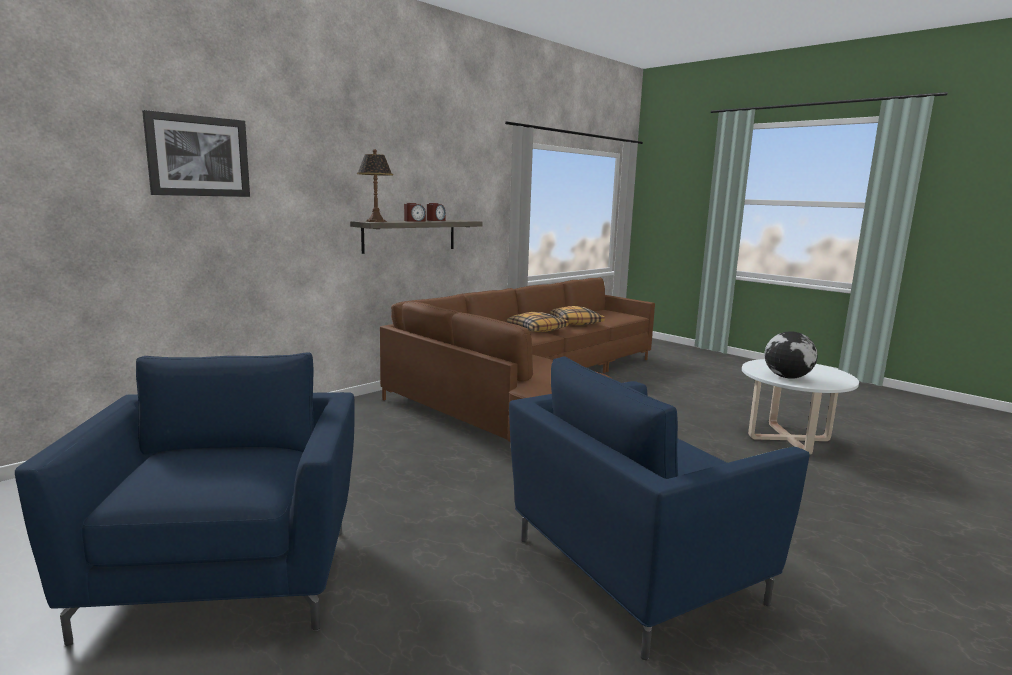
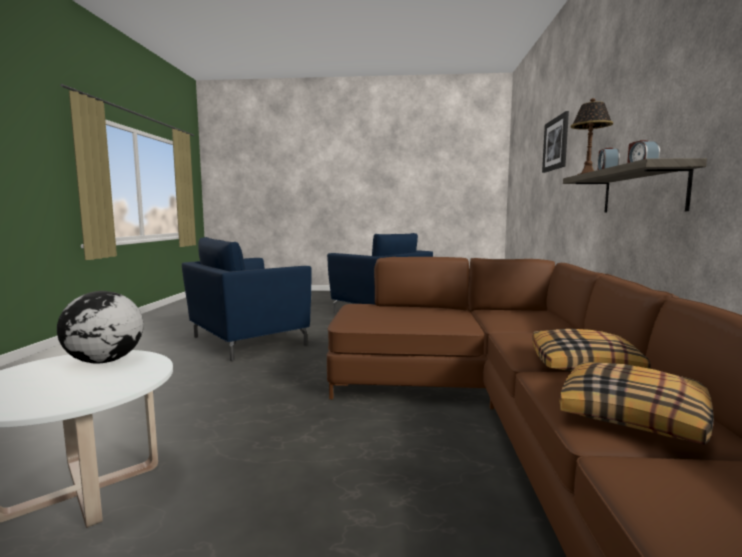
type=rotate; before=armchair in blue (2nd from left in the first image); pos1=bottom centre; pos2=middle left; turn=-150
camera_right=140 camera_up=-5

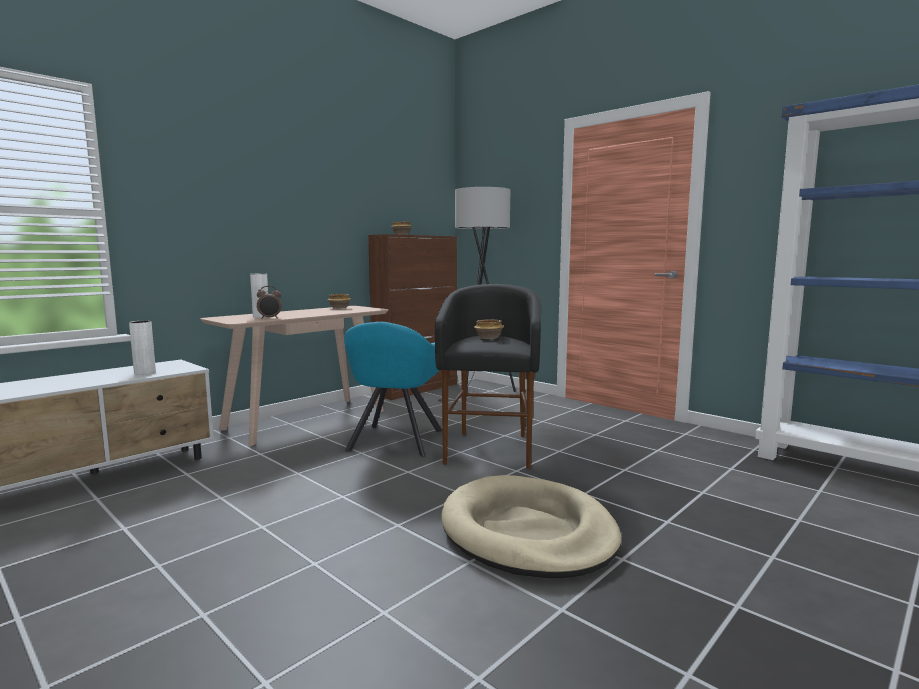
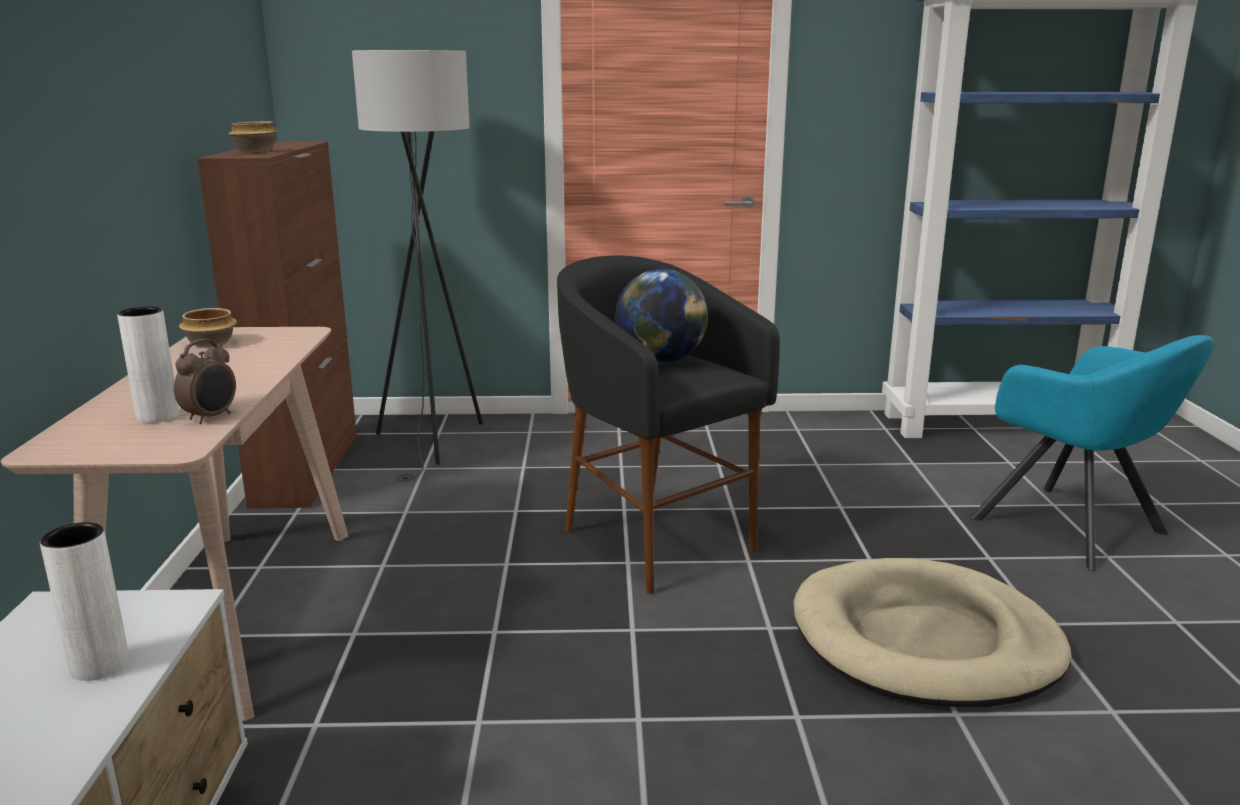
type=move; before=armchair in turquoise; pos1=centre; pos2=middle right
type=replace; before=bowl (3rd from left); after=globe; pos1=centre; pos2=centre
camera_right=-45 camera_up=10

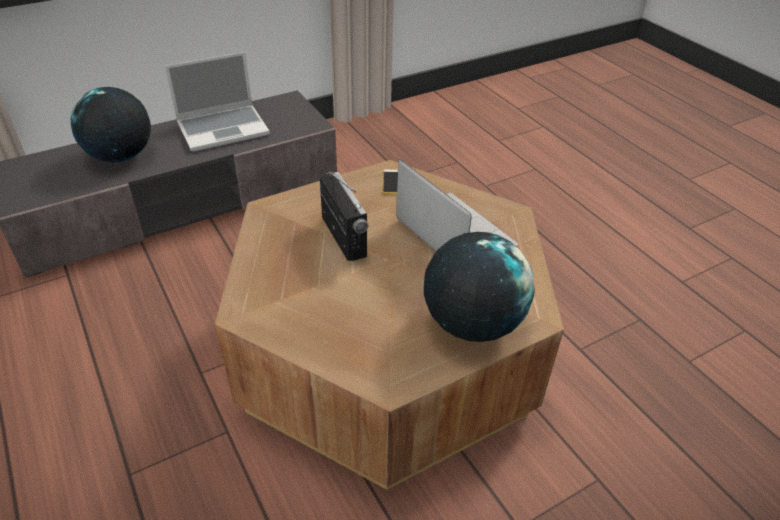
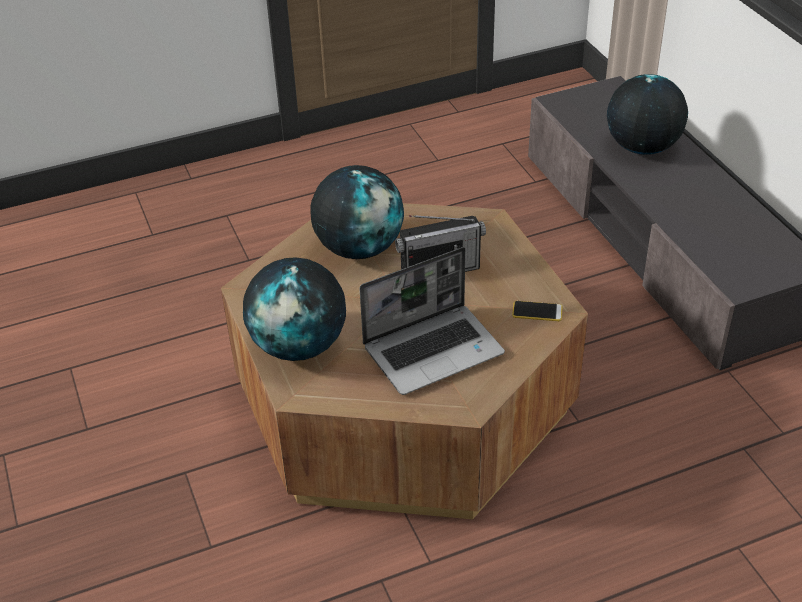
type=delete; before=laptop (1st from left); pos1=top left
type=insert; after=globe (2nd from left); pos2=centre
camera_right=100 camera_up=0

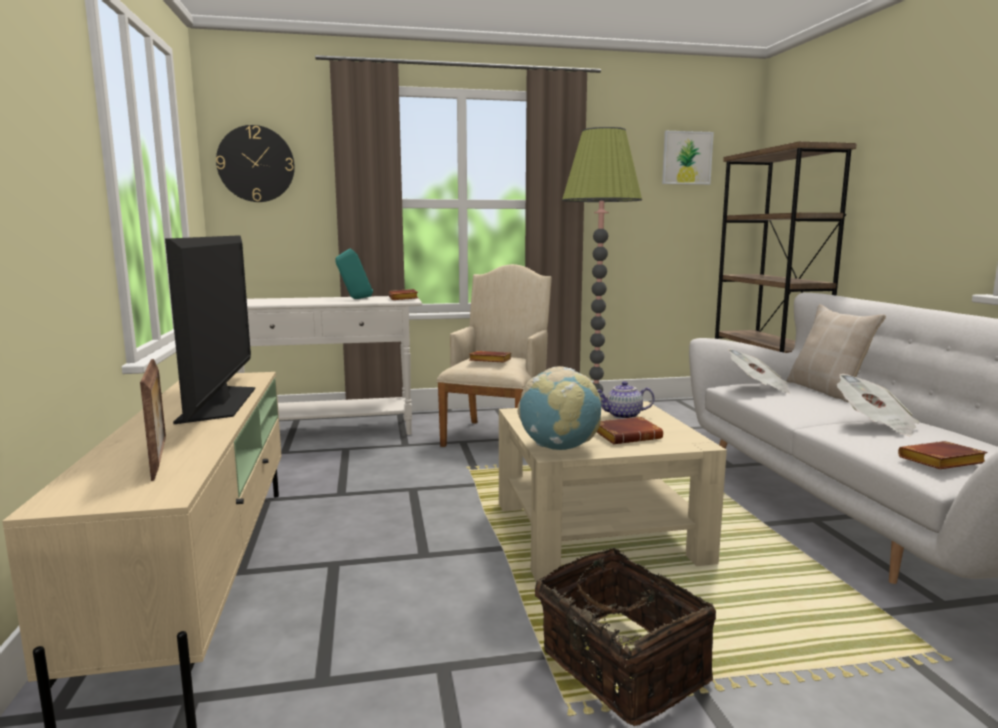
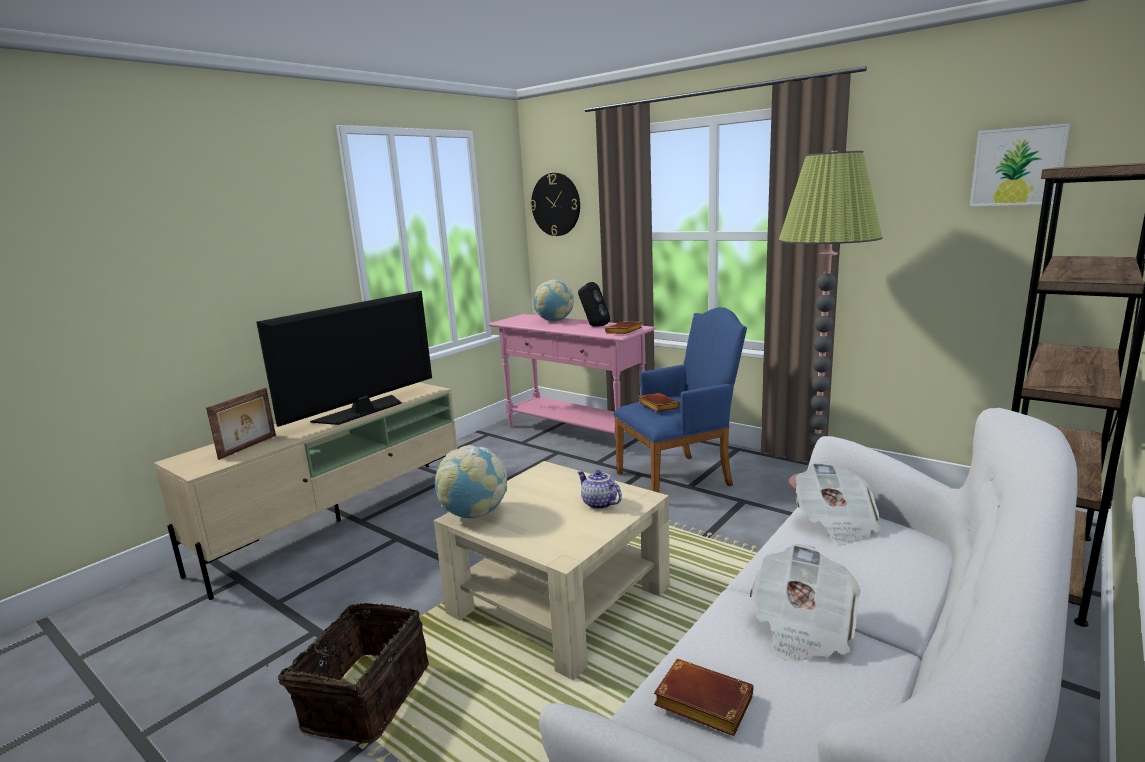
type=delete; before=book in brown (3rd from left); pos1=centre
type=delete; before=pillow in beige; pos1=middle right
type=insert; after=globe (2nd from left); pos2=centre
type=recolor; before=console table in white; after=console table in pink; pos1=middle left; pos2=centre
type=recolor; before=speaker in turquoise; after=speaker in black; pos1=centre; pos2=centre
type=recolor; before=armchair in beige; after=armchair in blue; pos1=centre; pos2=centre
camera_right=50 camera_up=5

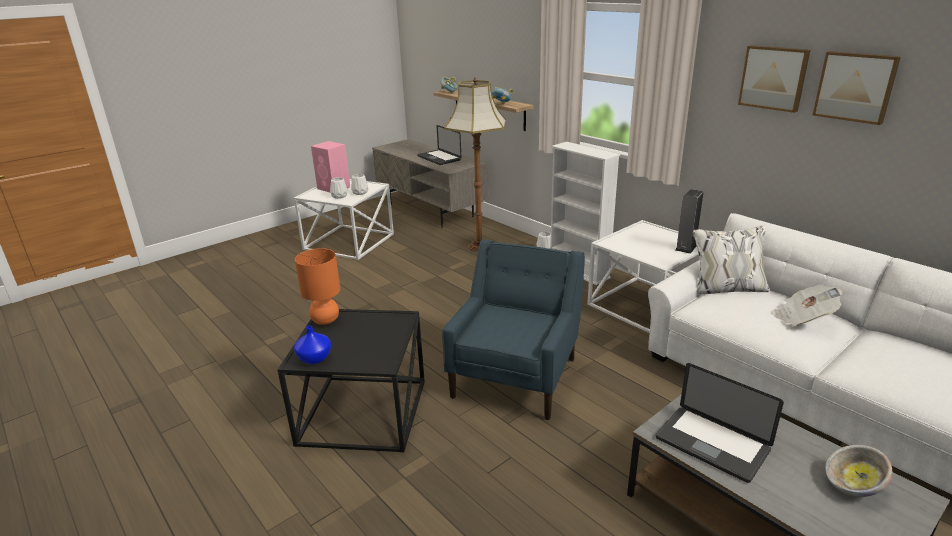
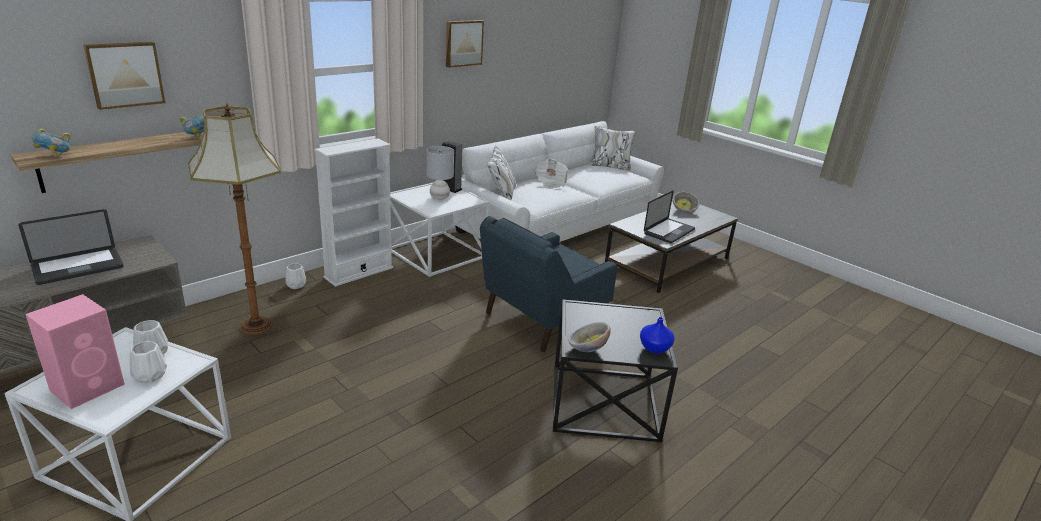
type=insert; after=table lamp in grey; pos2=top centre
type=move; before=picture (2nd from left in the first image); after=picture (1st from left); pos1=top right; pos2=top left
type=replace; before=table lamp in orange; after=bowl (3rd from left); pos1=centre; pos2=centre
type=rotate; before=armchair in blue; pos1=centre; pos2=centre; turn=-60
camera_right=-95 camera_up=0

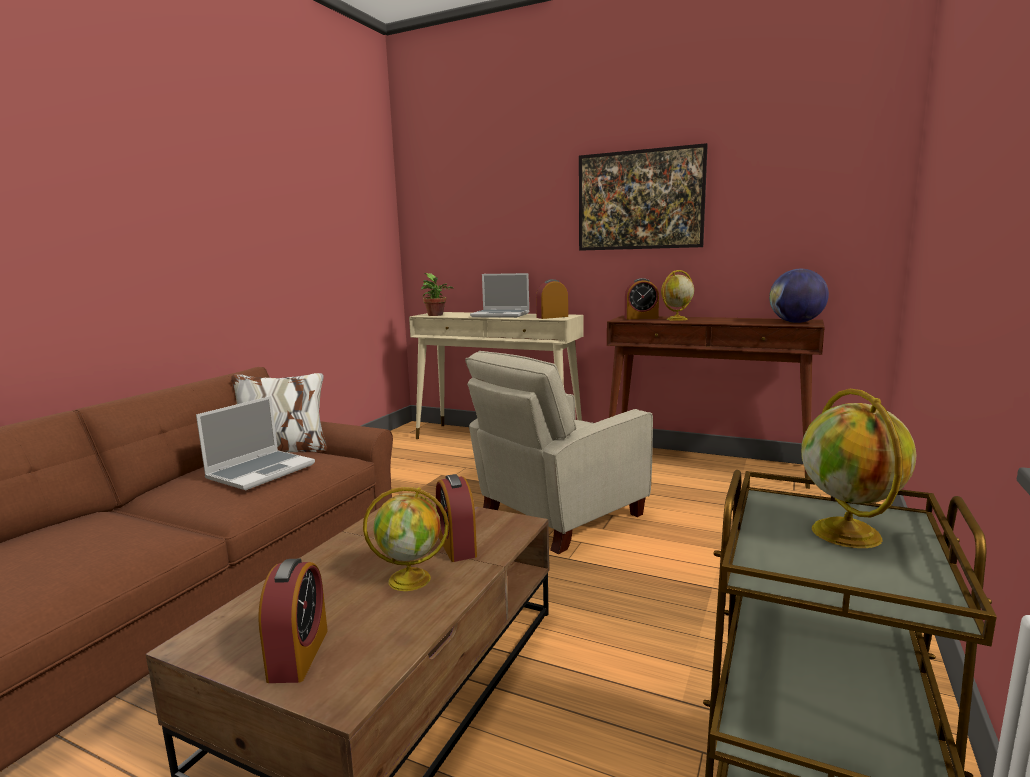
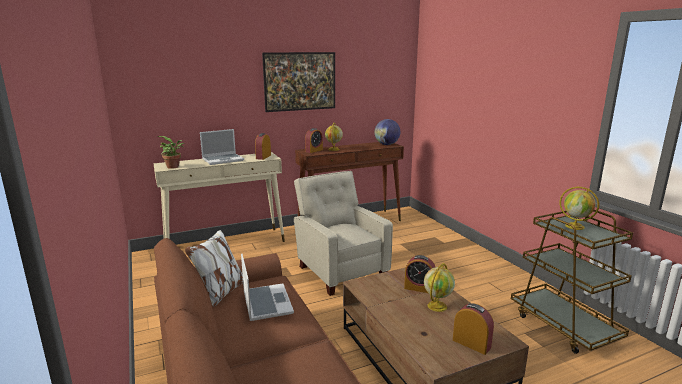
type=rotate; before=armchair in beige; pos1=centre; pos2=centre; turn=150
camera_right=-50 camera_up=5

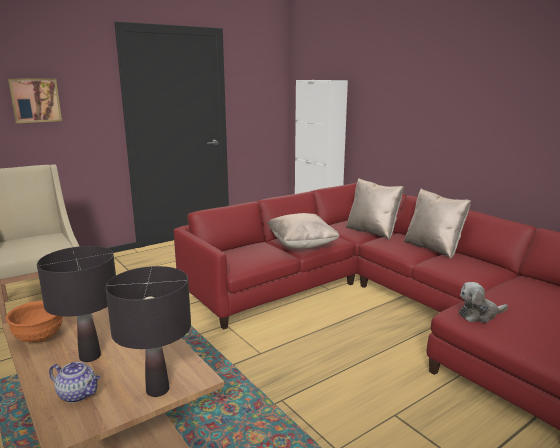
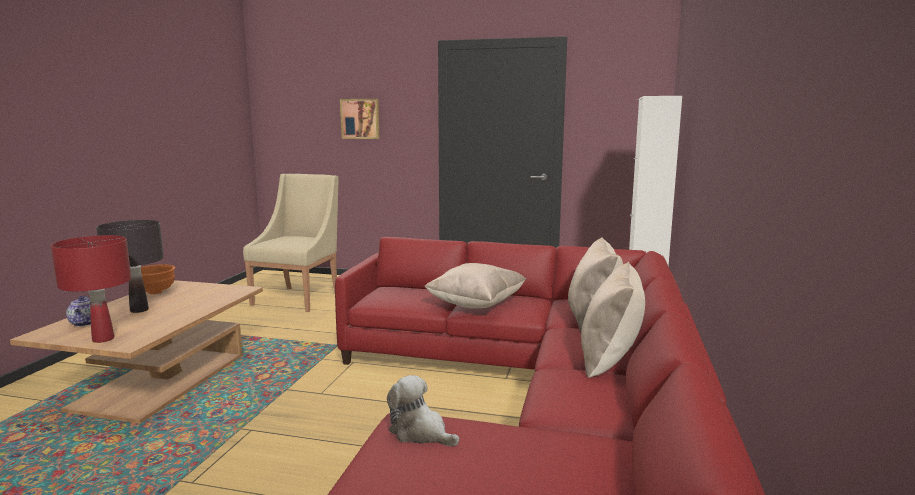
type=recolor; before=table lamp in black (2nd from left); after=table lamp in red; pos1=bottom left; pos2=middle left
camera_right=50 camera_up=-5

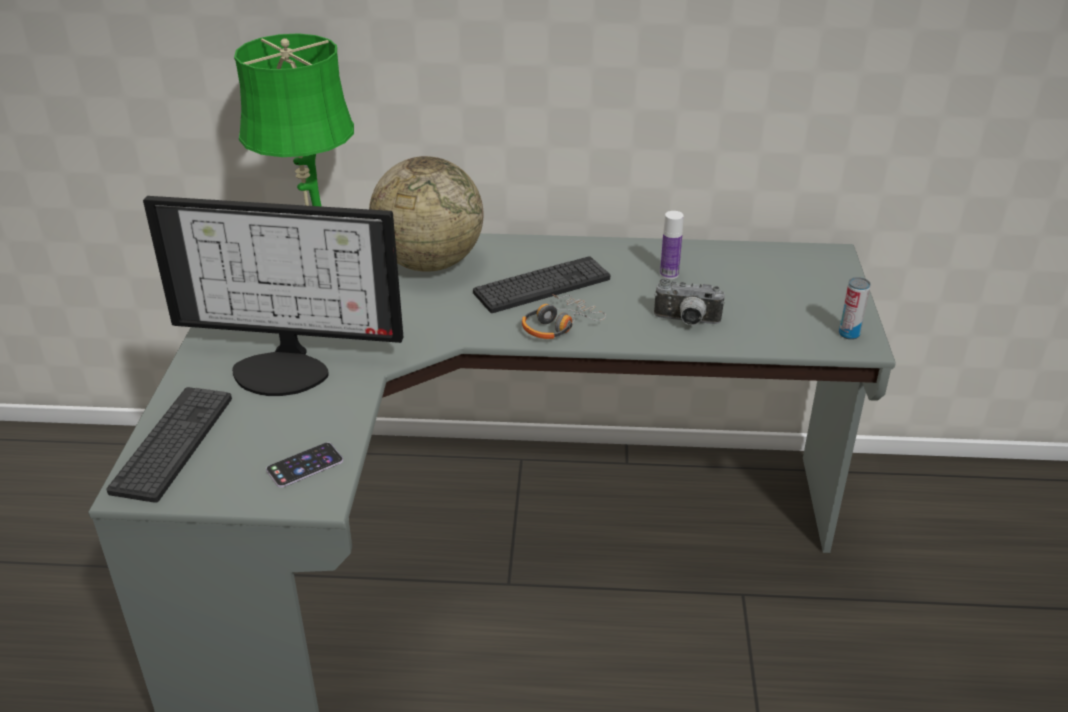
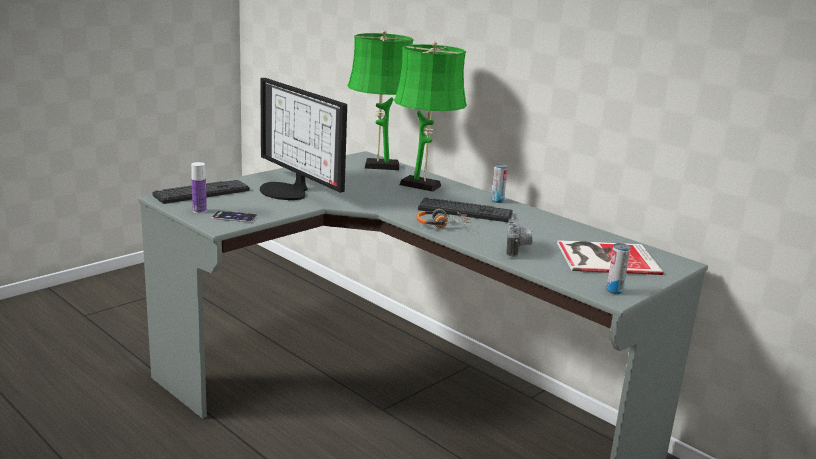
type=insert; after=can (1st from left); pos2=centre
type=insert; after=book; pos2=middle right
type=move; before=bottle; pos1=centre; pos2=middle left
type=replace; before=globe; after=table lamp in green (2nd from left); pos1=top centre; pos2=top centre
type=rotate; before=photo camera; pos1=centre; pos2=centre; turn=-135
camera_right=40 camera_up=-15

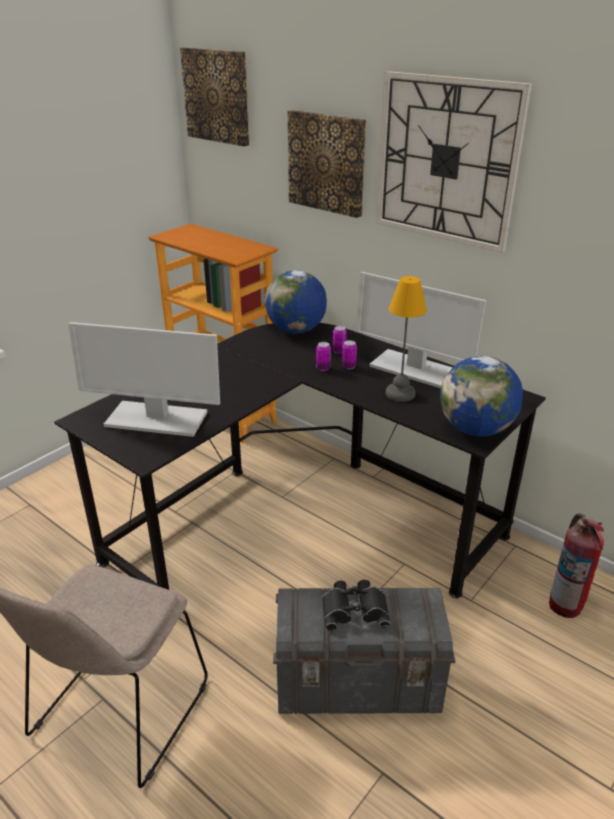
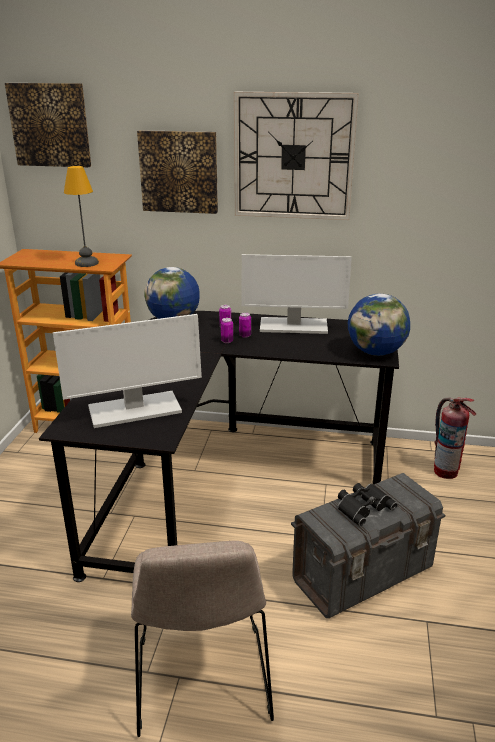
type=move; before=table lamp; pos1=centre; pos2=top left
camera_right=-30 camera_up=-5

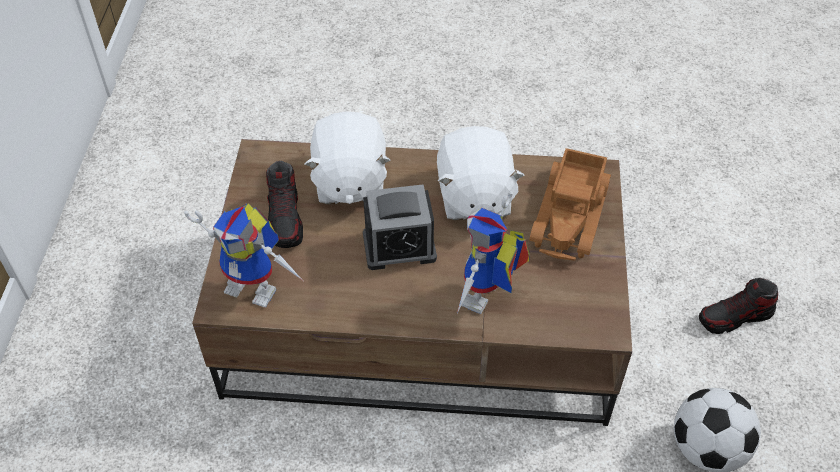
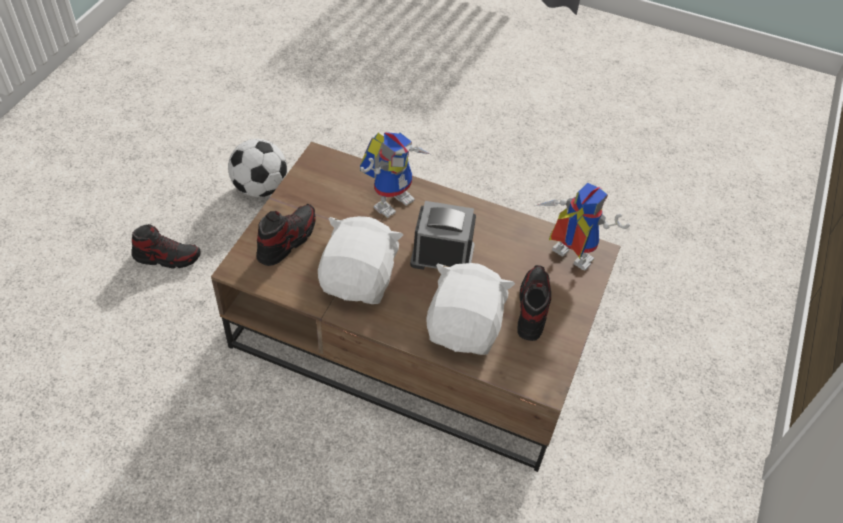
type=replace; before=toy truck; after=shoe (2nd from left); pos1=middle right; pos2=centre
camera_right=-165 camera_up=0

